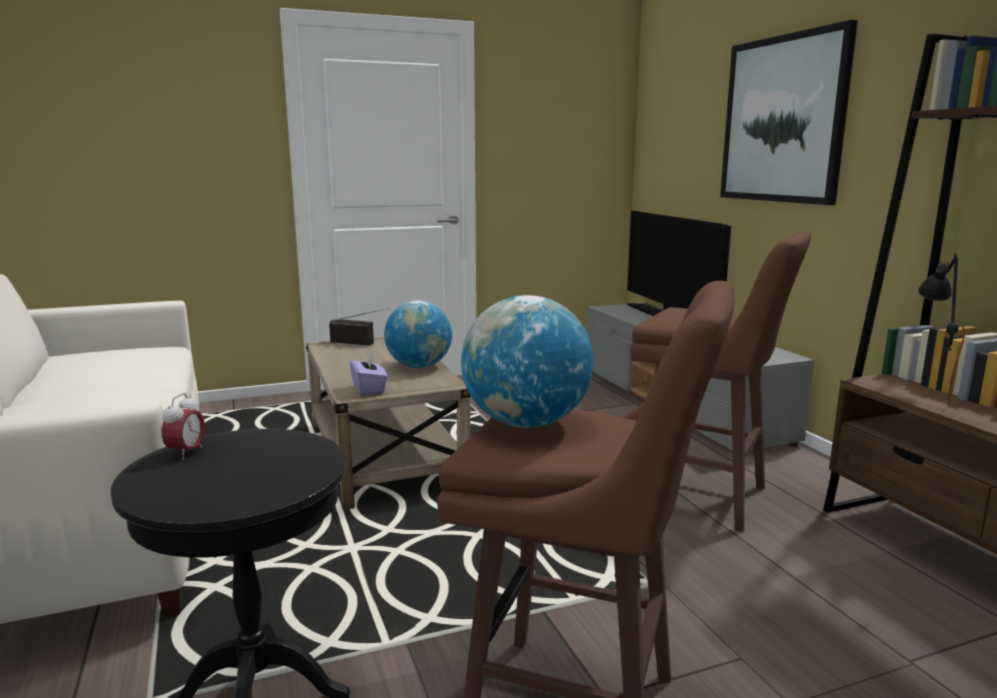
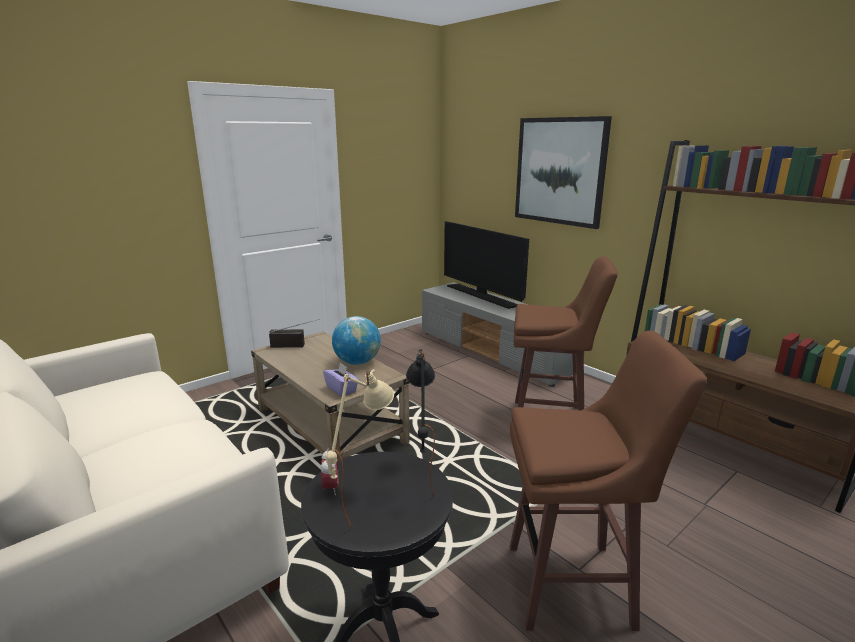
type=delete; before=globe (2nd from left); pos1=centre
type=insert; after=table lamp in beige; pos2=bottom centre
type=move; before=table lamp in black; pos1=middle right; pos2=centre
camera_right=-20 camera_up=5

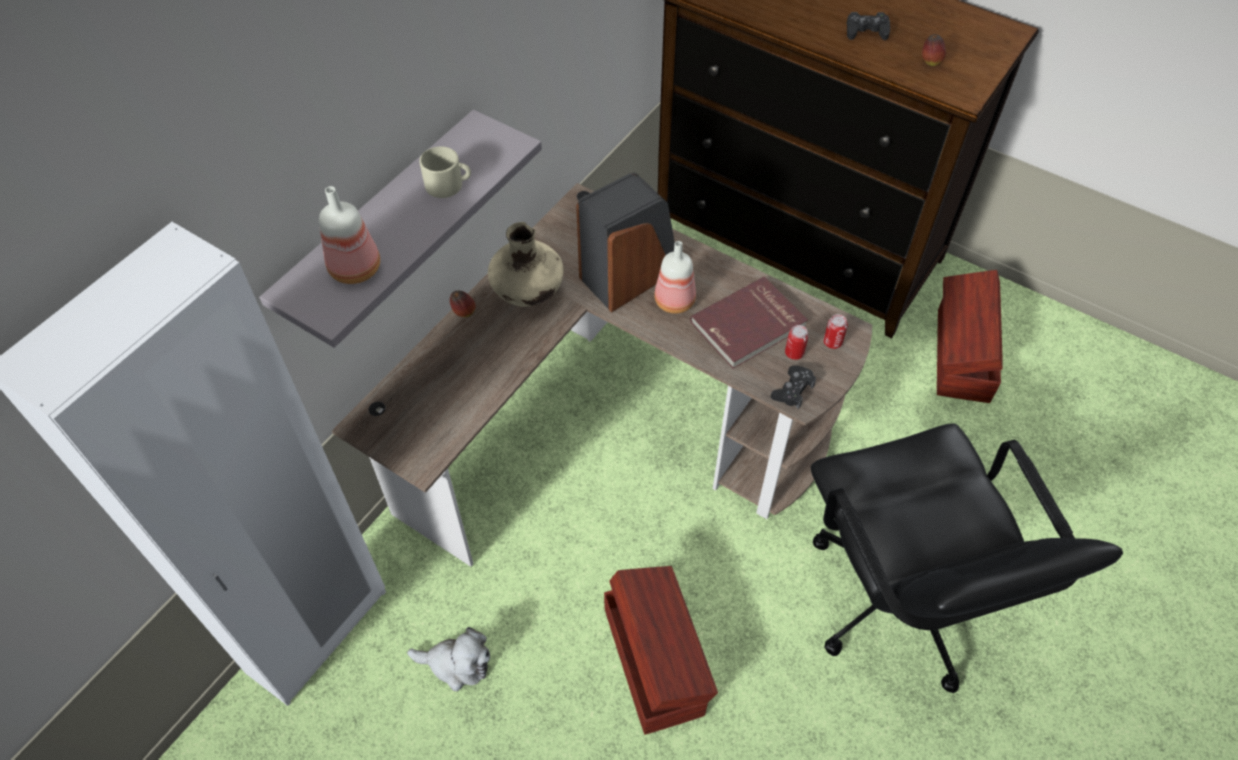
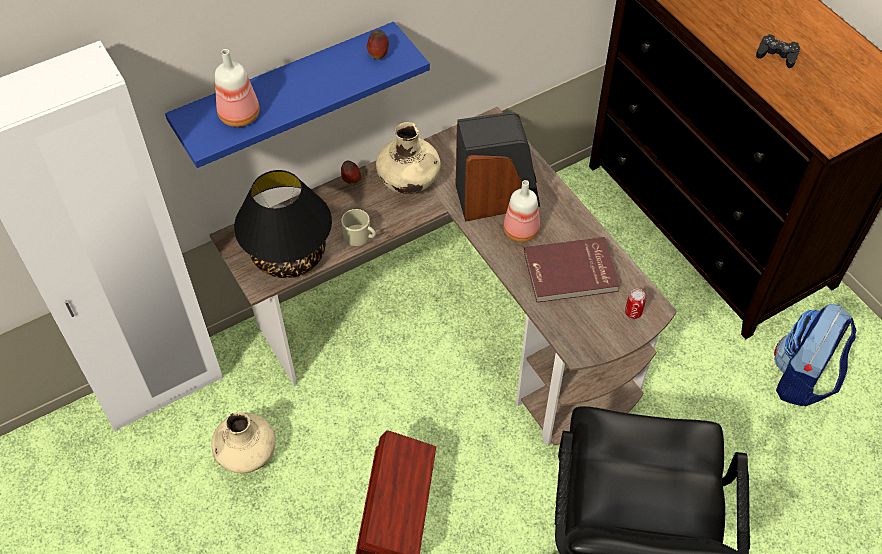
type=delete; before=game controller in black (1st from left); pos1=centre
type=delete; before=can (1st from left); pos1=centre
type=insert; after=table lamp in black; pos2=middle left
type=move; before=mug in beige; pos1=top centre; pos2=centre
type=move; before=apple (2nd from left); pos1=top right; pos2=top centre
type=replace; before=plush toy; after=vase in beige (1st from left); pos1=bottom centre; pos2=bottom left
type=replace; before=storage box in brown (2nd from left); after=backpack; pos1=middle right; pos2=middle right
type=recolor; before=shelf in grey; after=shelf in blue; pos1=top left; pos2=top centre
camera_right=25 camera_up=0

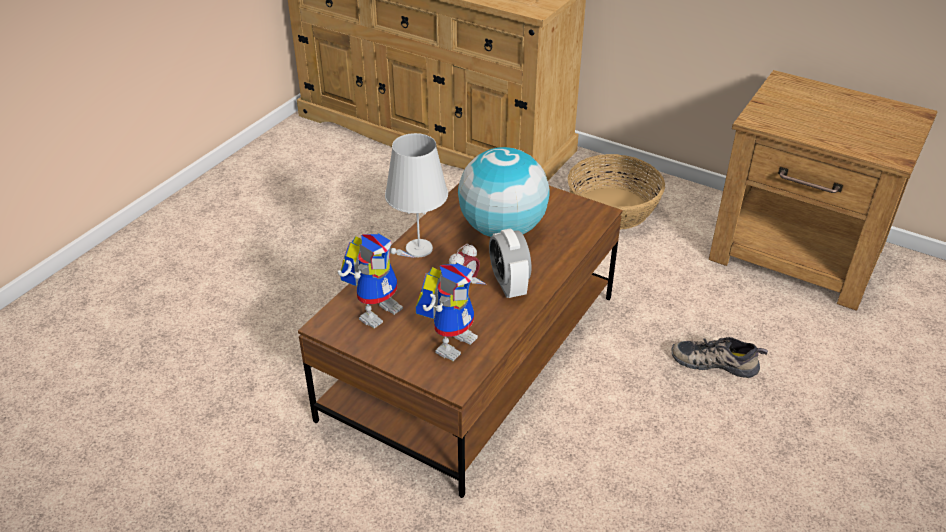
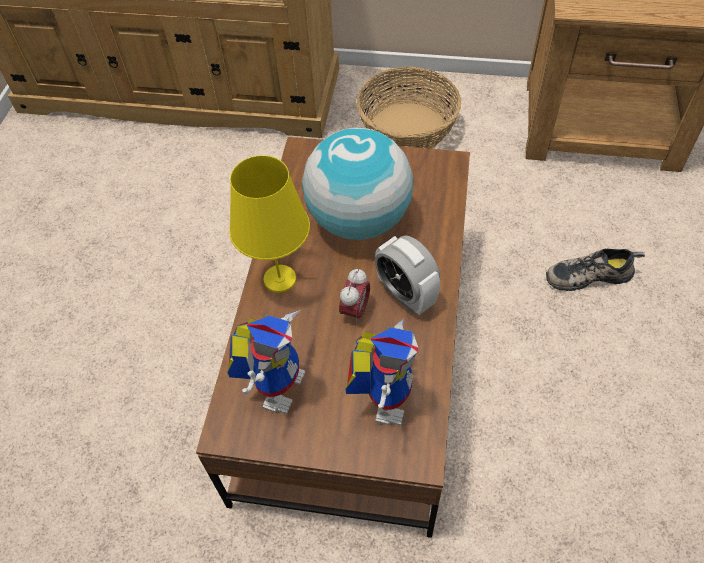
type=recolor; before=table lamp in white; after=table lamp in yellow; pos1=centre; pos2=centre
camera_right=-20 camera_up=15

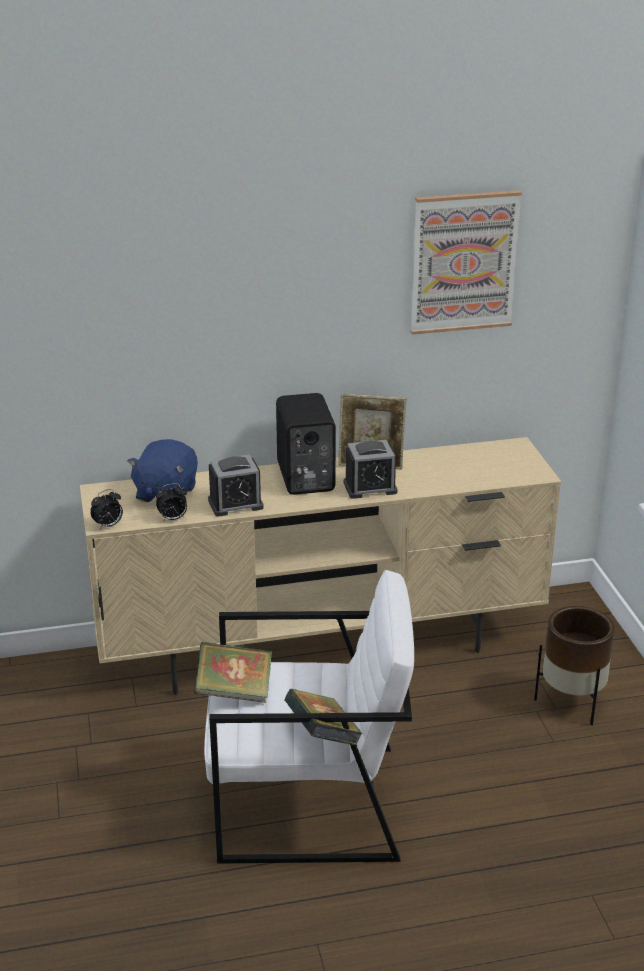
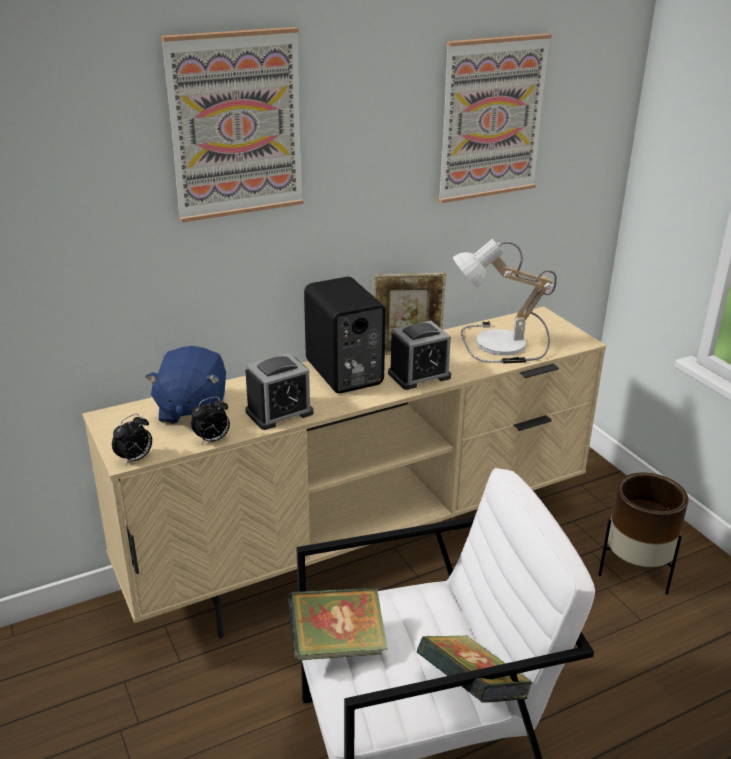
type=insert; after=picture (1st from left); pos2=top left
type=insert; after=table lamp; pos2=middle right
camera_right=-15 camera_up=0

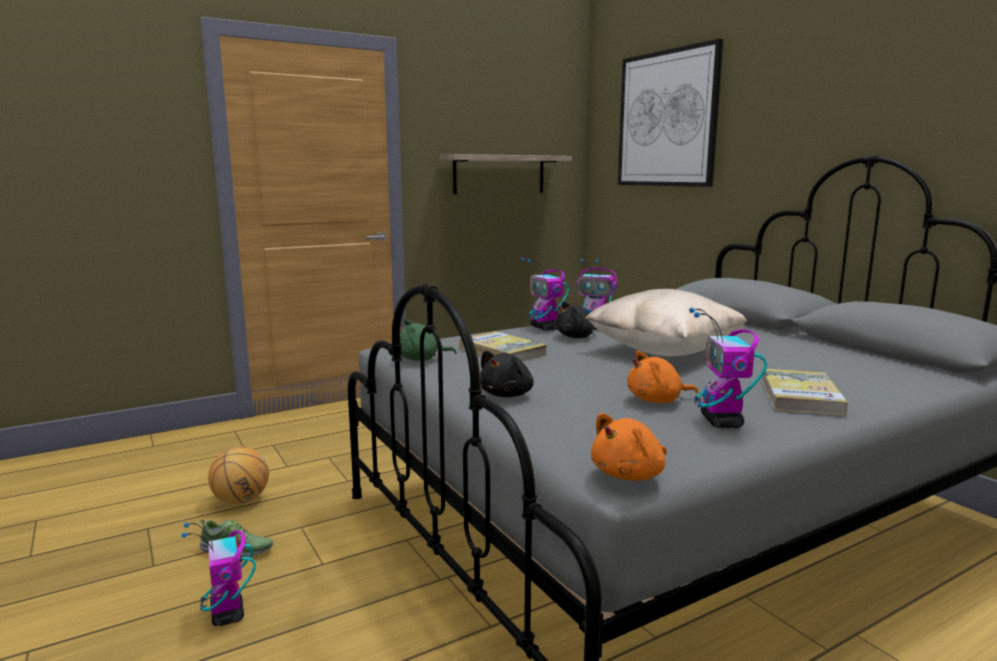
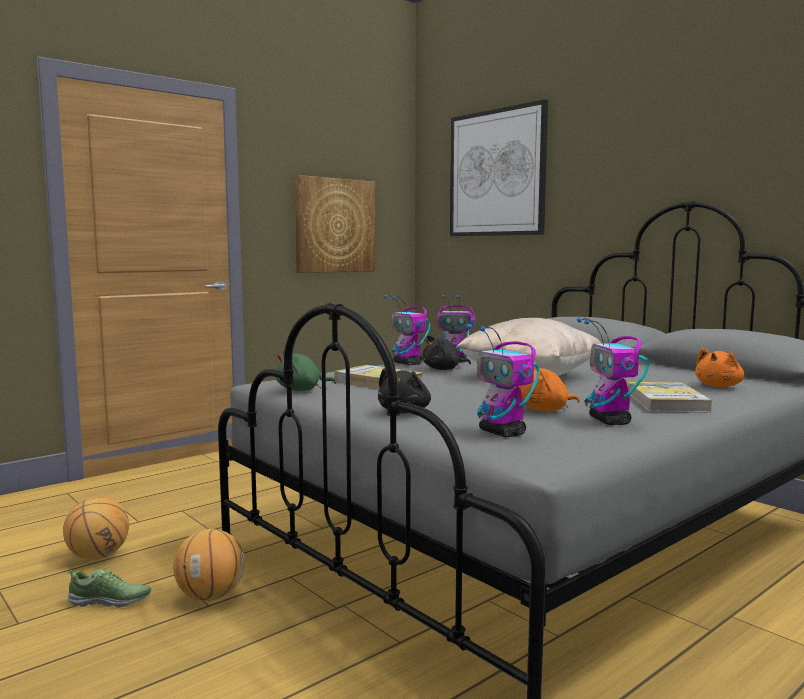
type=insert; after=basketball (2nd from left); pos2=bottom left
type=move; before=toy robot (1st from left in the first image); after=toy robot (3rd from left); pos1=bottom left; pos2=centre
type=move; before=plush toy in orange (1st from left in the first image); after=plush toy in orange (2nd from left); pos1=bottom centre; pos2=middle right
type=replace; before=shelf; after=picture (1st from left); pos1=top centre; pos2=top centre
camera_right=-10 camera_up=-5

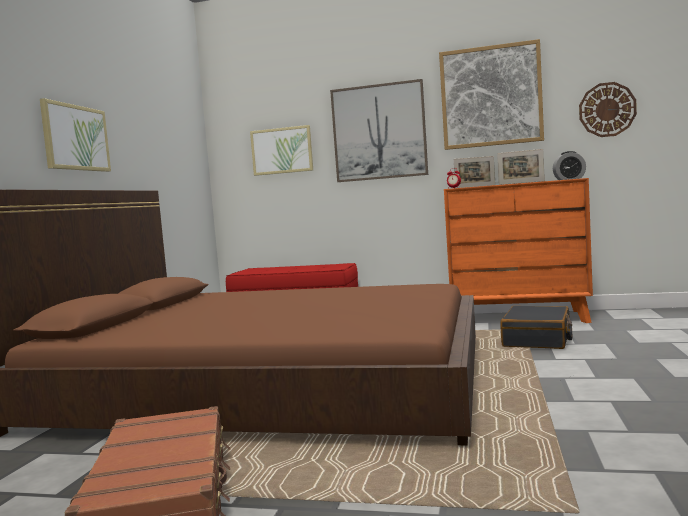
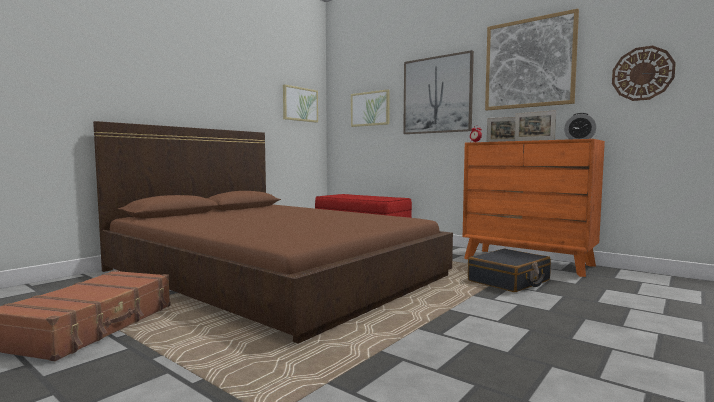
type=move; before=picture (1st from left); pos1=top left; pos2=top centre
camera_right=25 camera_up=0

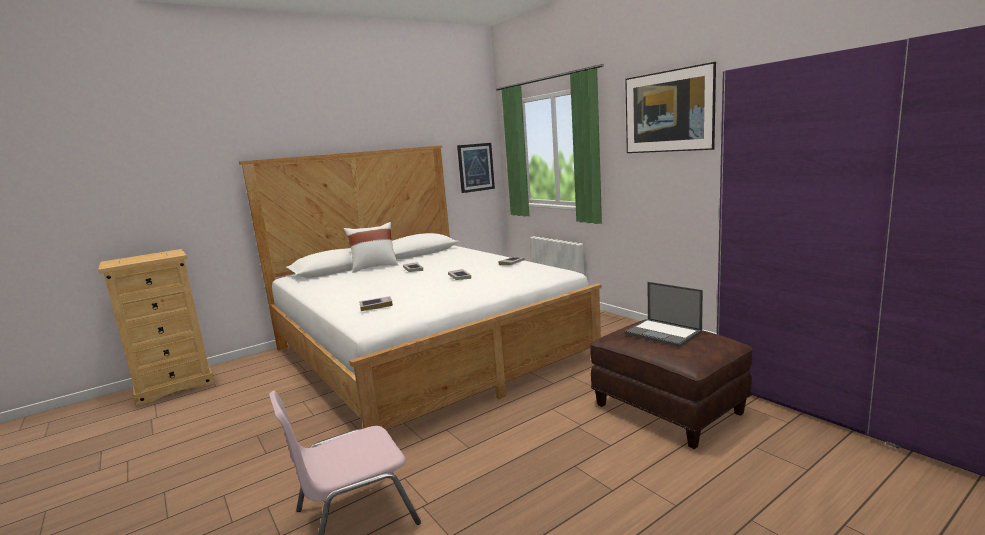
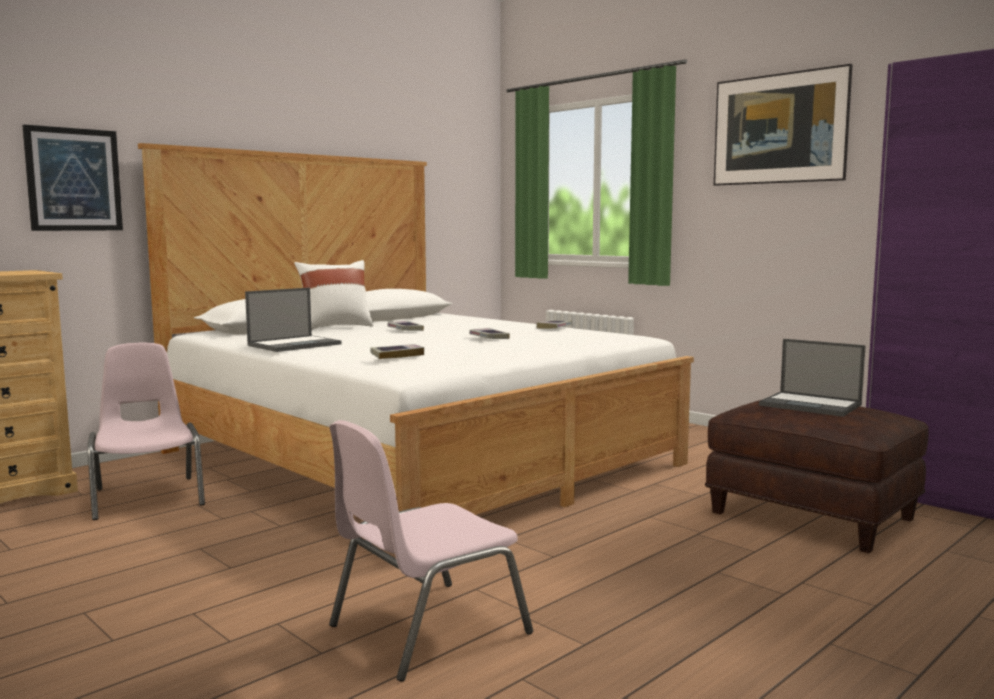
type=insert; after=chair in pink (1st from left); pos2=middle left
type=insert; after=laptop (1st from left); pos2=middle left
type=move; before=picture (1st from left); pos1=top centre; pos2=top left
camera_right=-10 camera_up=-5

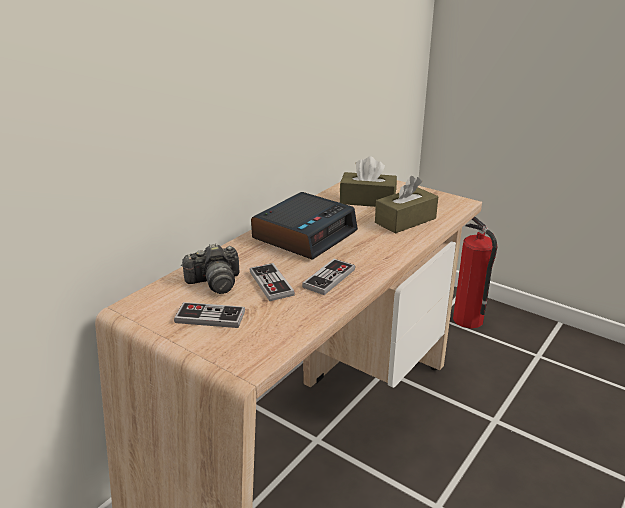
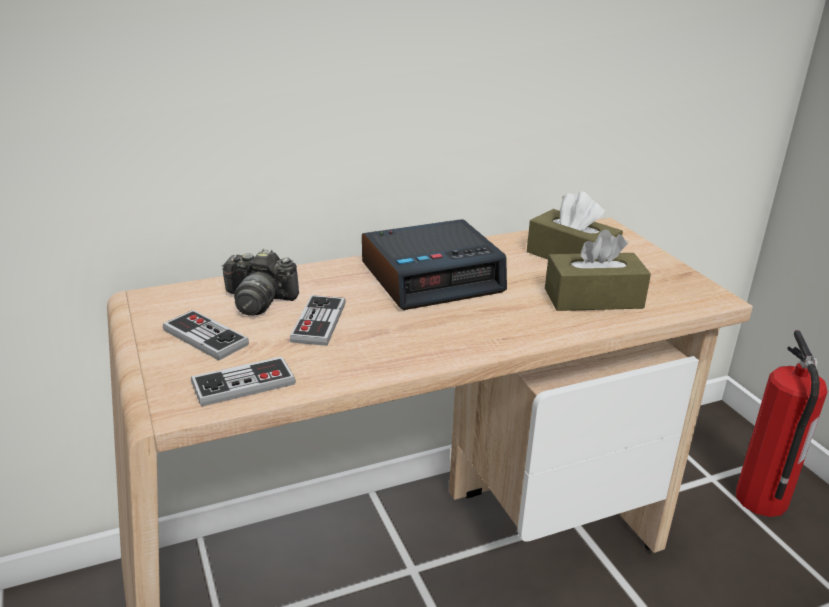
type=move; before=game controller (3rd from left in the first image); after=game controller (2nd from left); pos1=centre; pos2=middle left
camera_right=30 camera_up=0

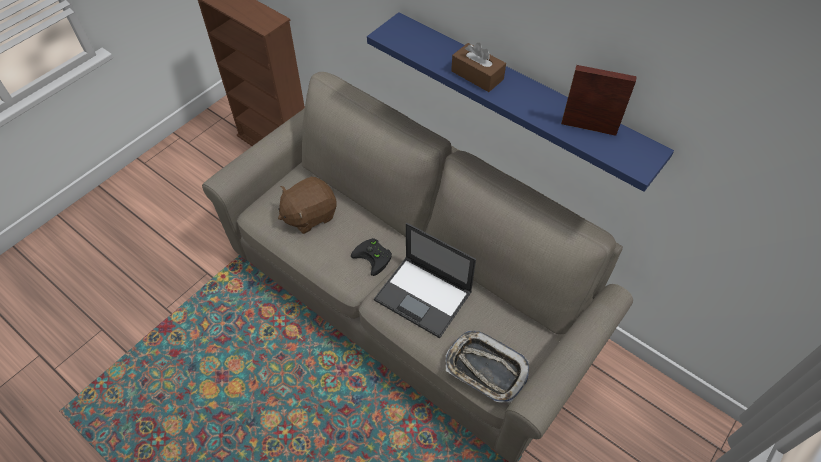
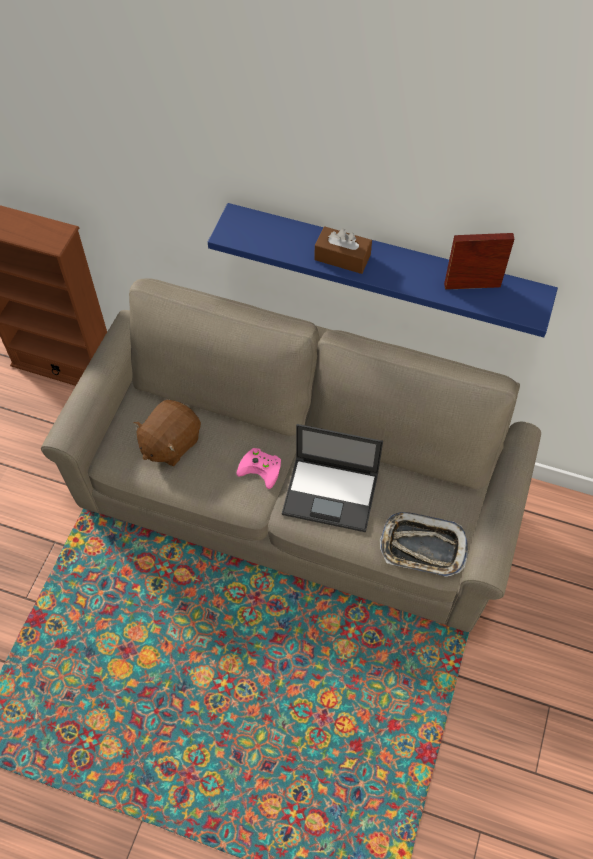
type=recolor; before=game controller in black; after=game controller in pink; pos1=centre; pos2=centre
camera_right=-20 camera_up=5

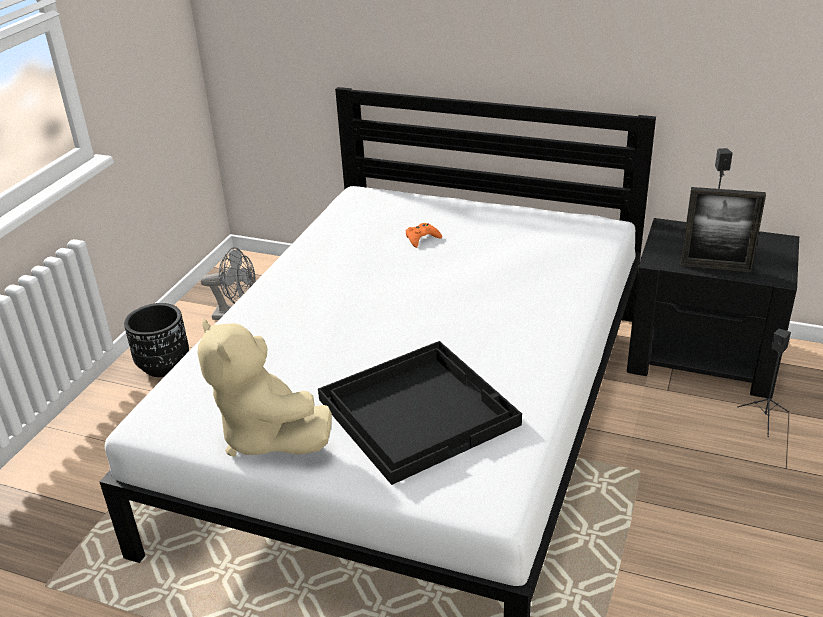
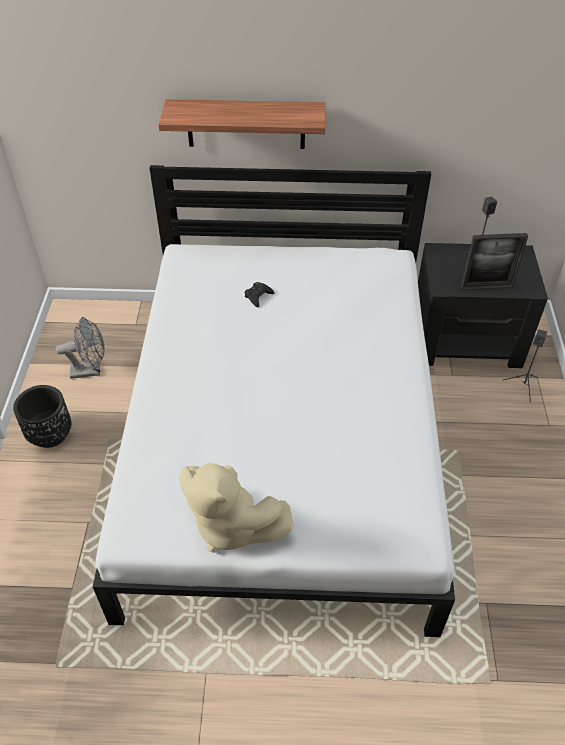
type=delete; before=tray in black; pos1=bottom centre
type=insert; after=shelf; pos2=top centre
type=recolor; before=game controller in orange; after=game controller in black; pos1=centre; pos2=centre
camera_right=-20 camera_up=15

